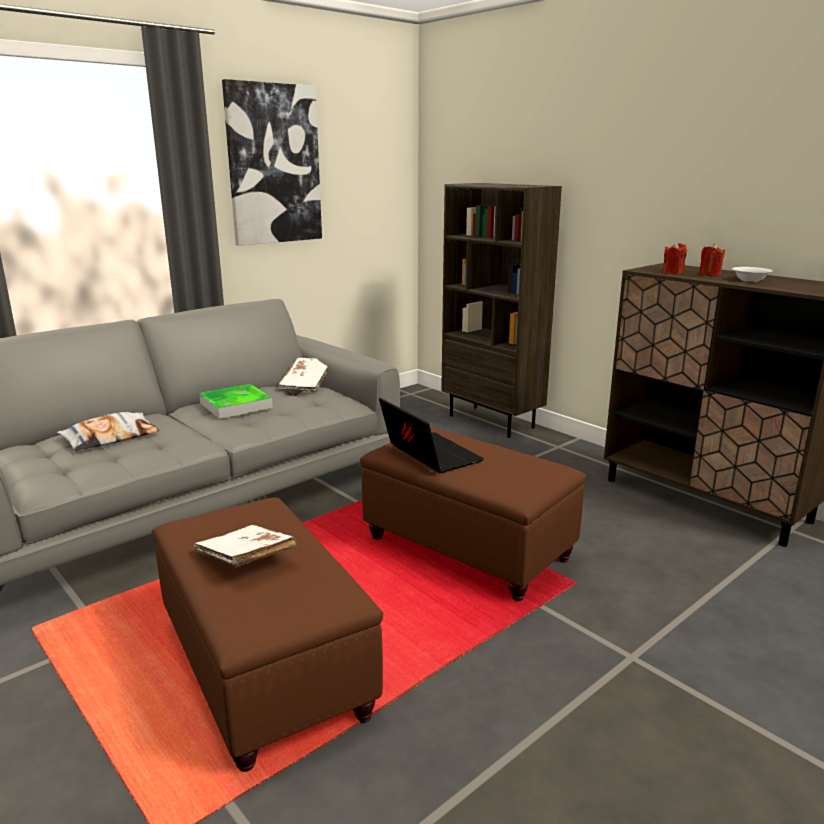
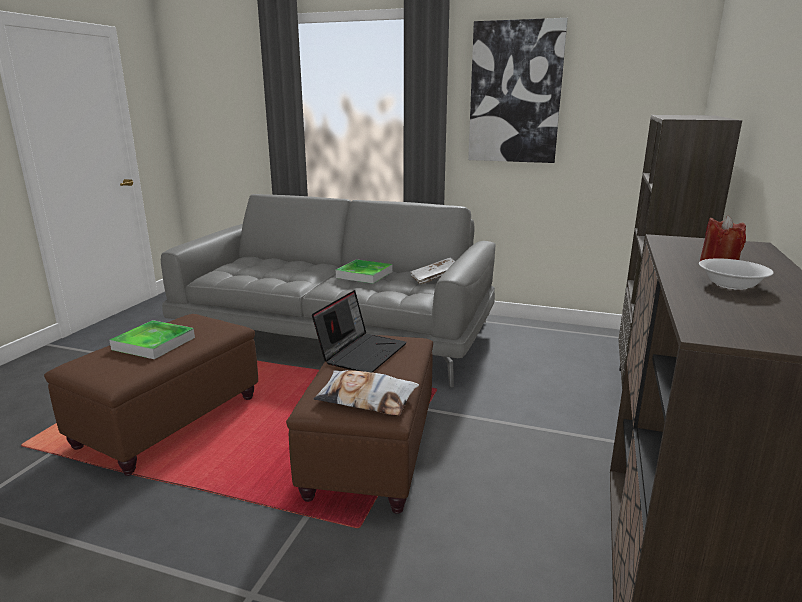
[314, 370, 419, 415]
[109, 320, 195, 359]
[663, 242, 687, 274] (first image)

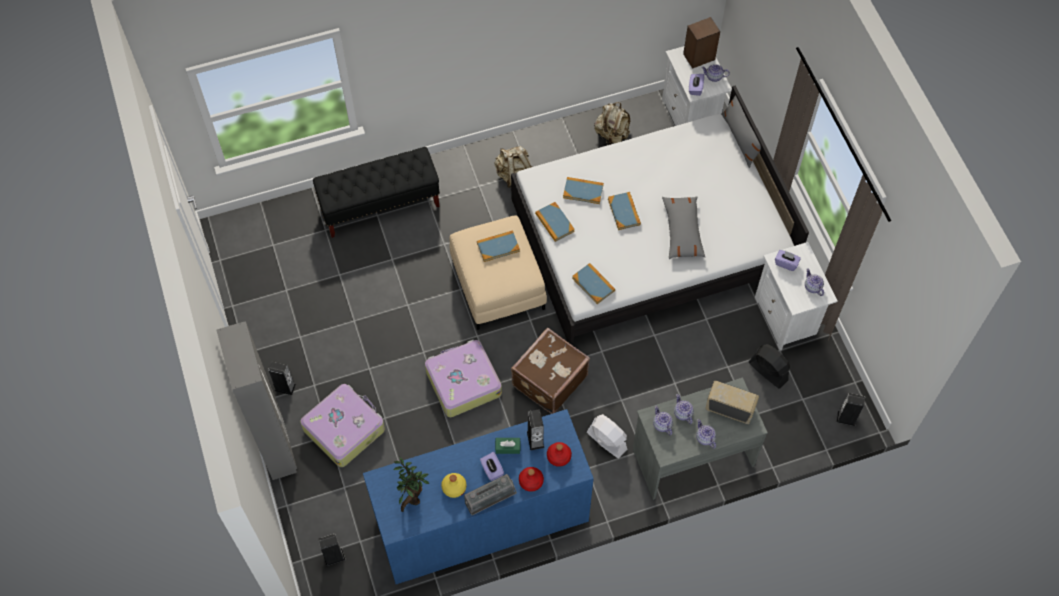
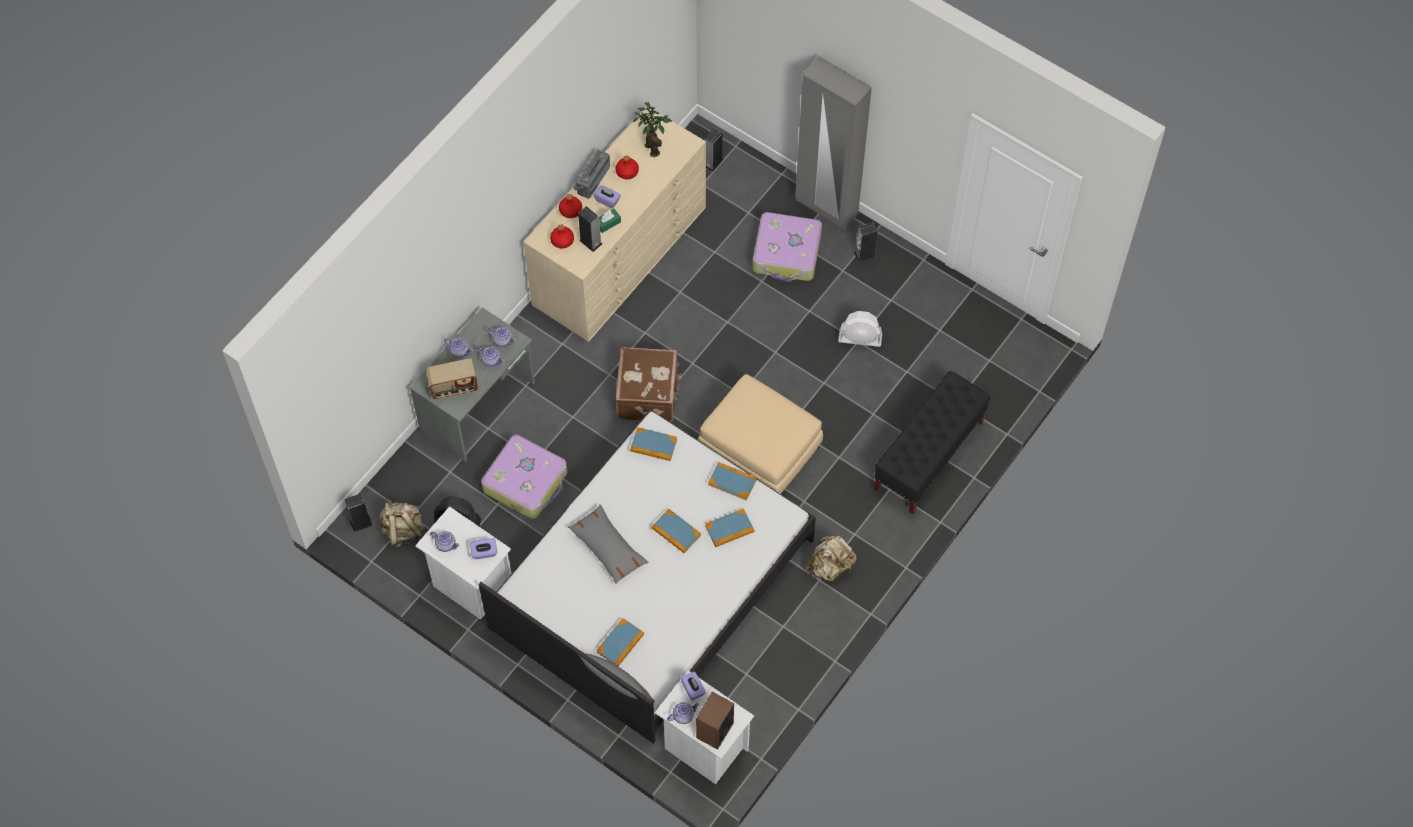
[524, 106, 706, 342]
[481, 435, 567, 519]
[615, 155, 639, 179]
[596, 618, 644, 666]
[838, 311, 882, 347]
[379, 500, 427, 547]

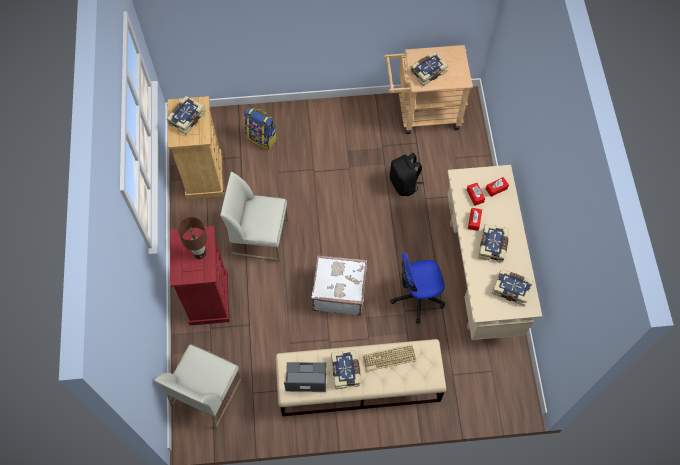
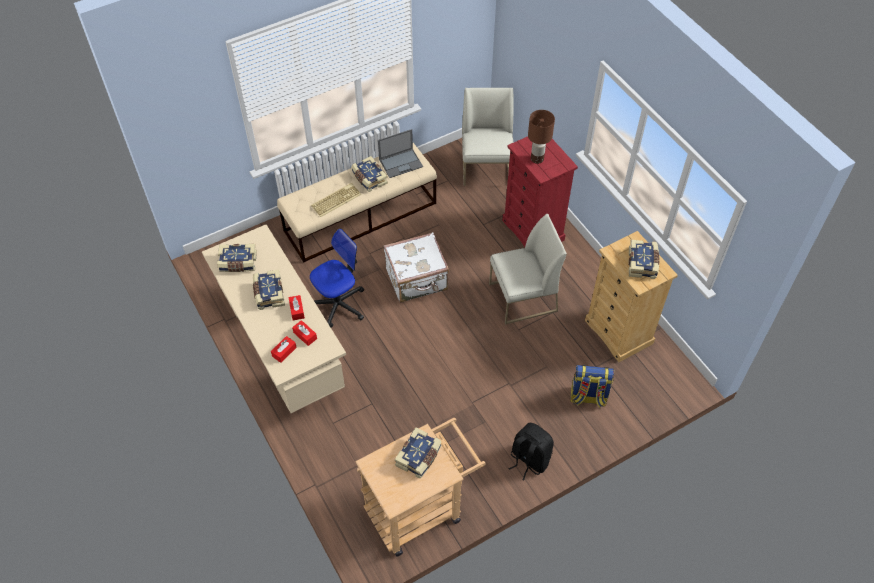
[509, 423, 554, 480]

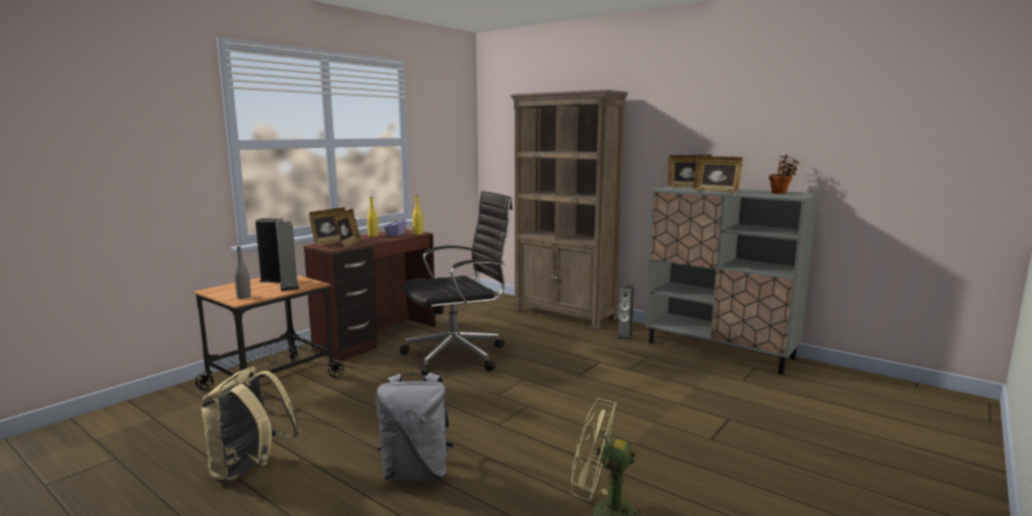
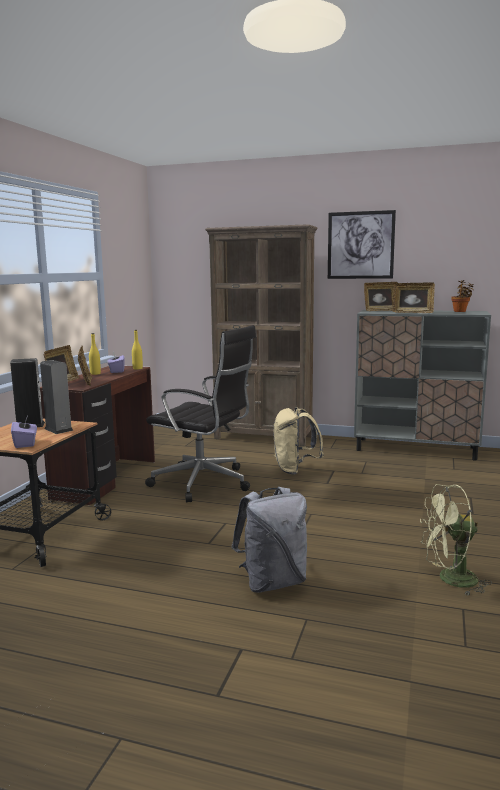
[274, 407, 324, 475]
[11, 416, 37, 448]
[145, 325, 256, 503]
[617, 284, 634, 340] (first image)
[328, 210, 396, 279]

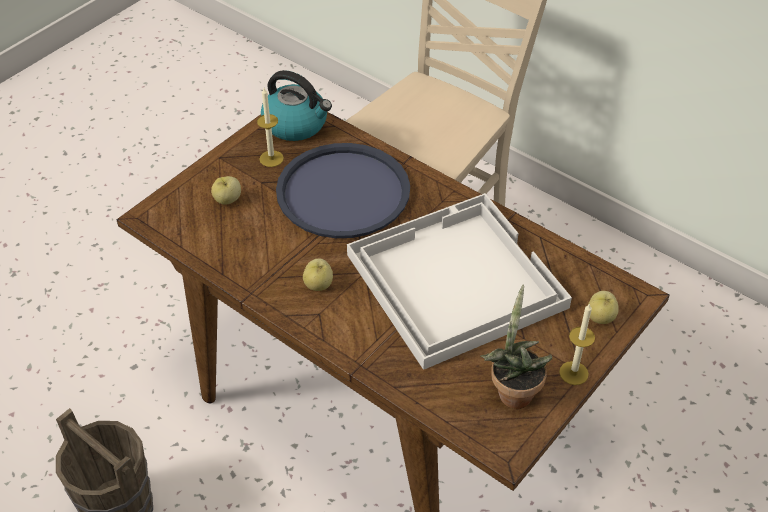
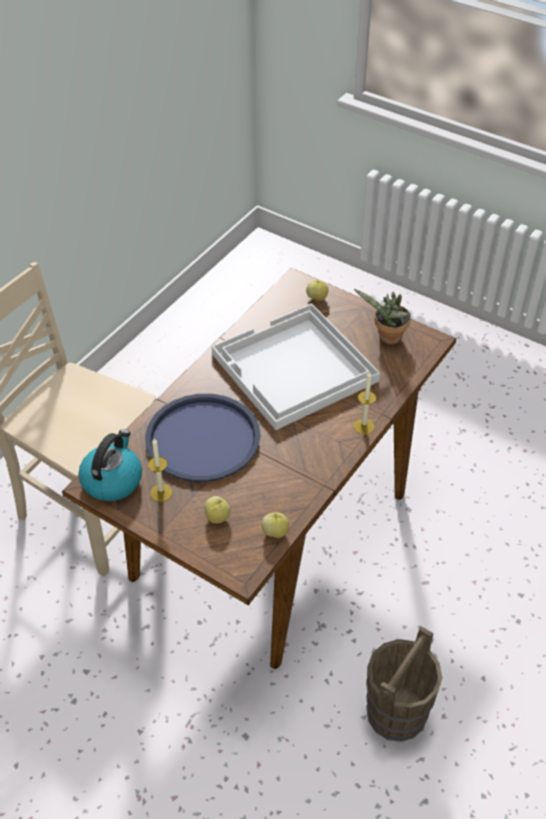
[261, 512, 289, 538]
[354, 372, 376, 435]

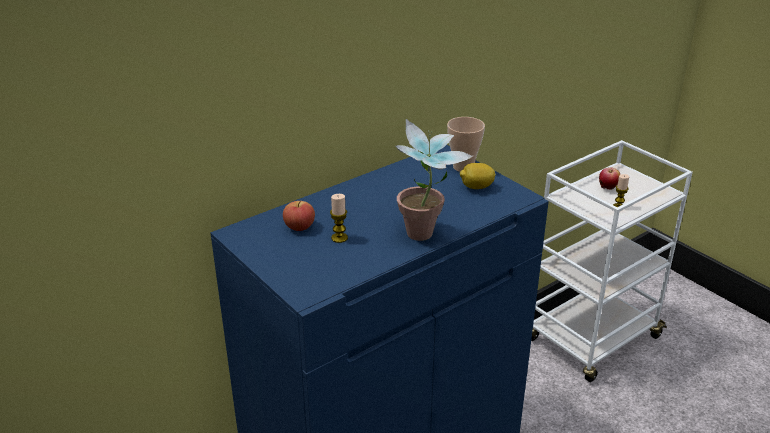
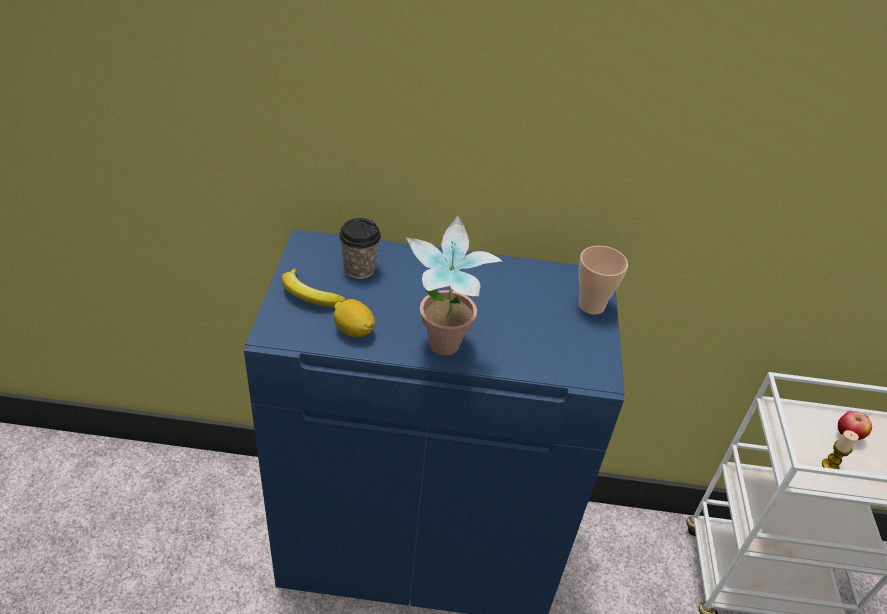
[339, 218, 381, 279]
[330, 194, 348, 243] (first image)
[334, 299, 375, 337]
[282, 268, 346, 307]

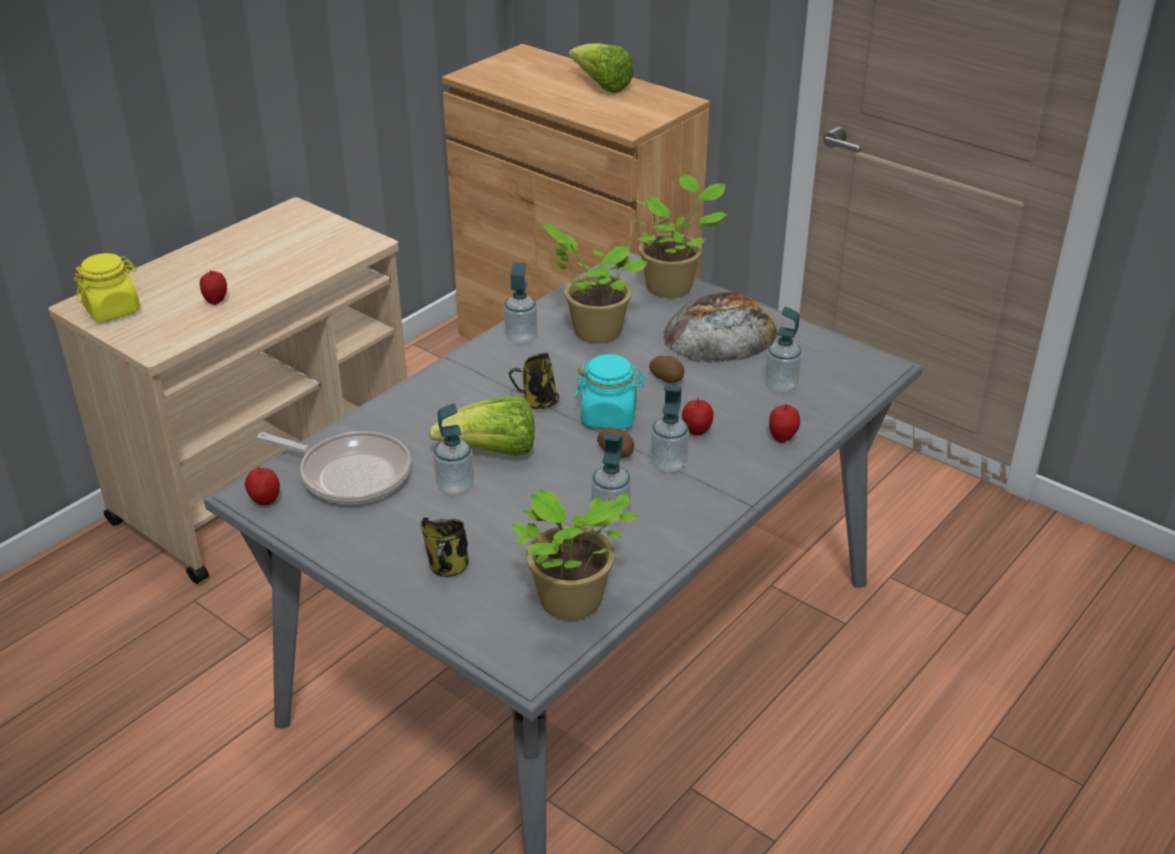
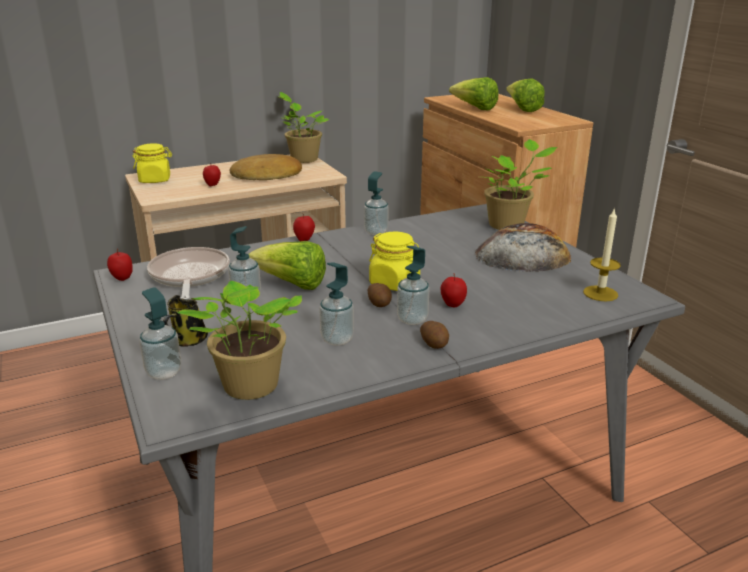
[147, 247, 230, 299]
[509, 353, 559, 409] (first image)
[279, 92, 330, 163]
[369, 232, 420, 291]
[420, 321, 449, 349]
[139, 287, 181, 380]
[293, 213, 315, 241]
[230, 154, 302, 180]
[449, 77, 498, 110]
[583, 207, 621, 301]

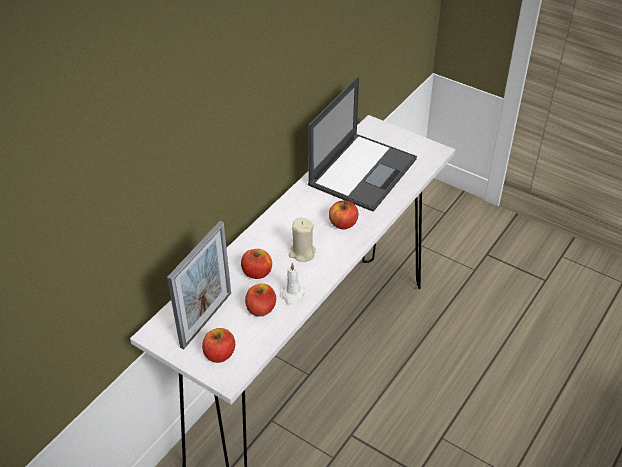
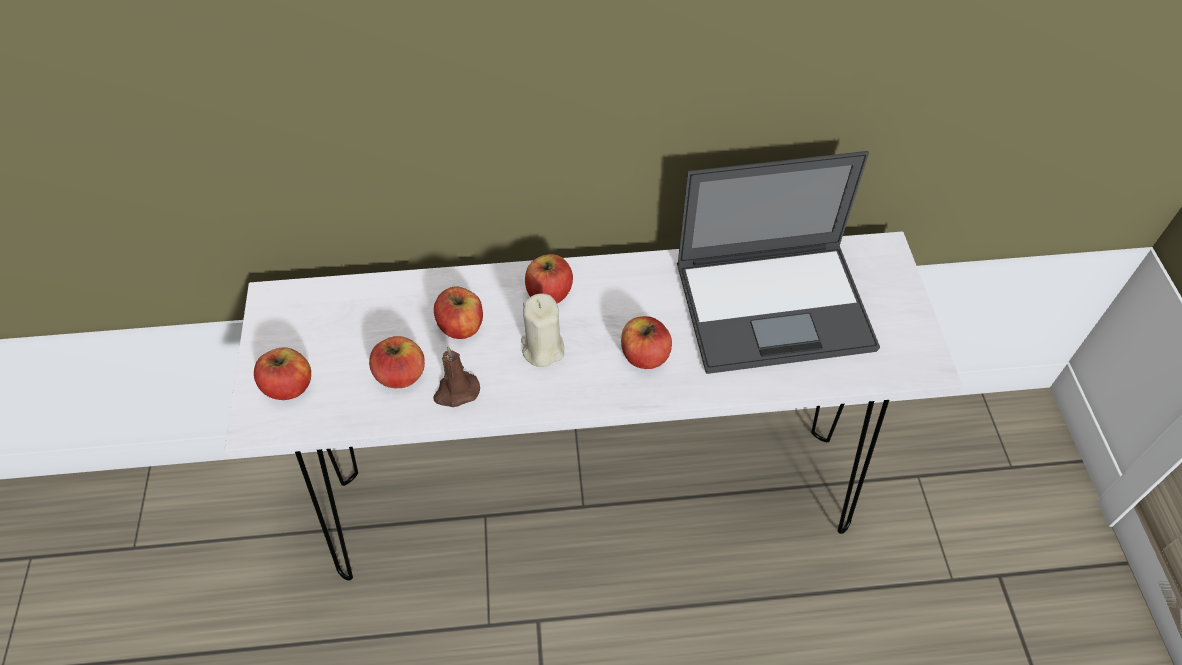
[167, 221, 231, 349] (first image)
[433, 347, 480, 407]
[525, 254, 573, 304]

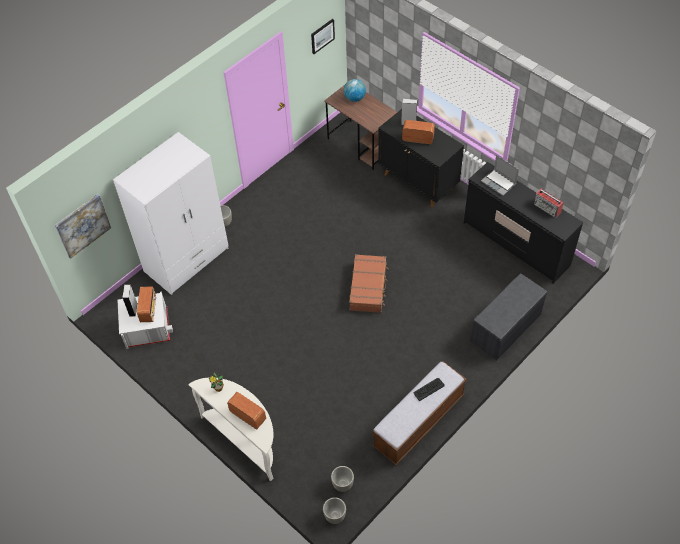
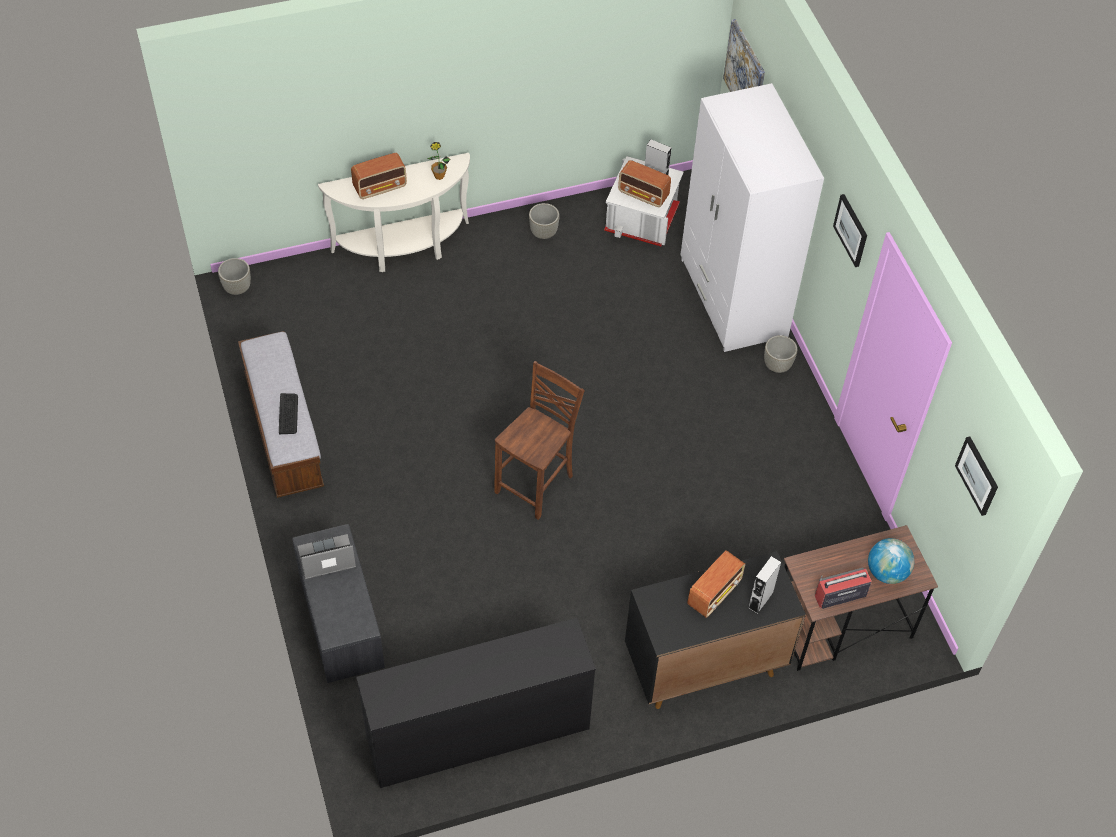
[529, 203, 560, 239]
[494, 361, 585, 520]
[297, 534, 356, 579]
[815, 568, 872, 609]
[833, 194, 867, 267]

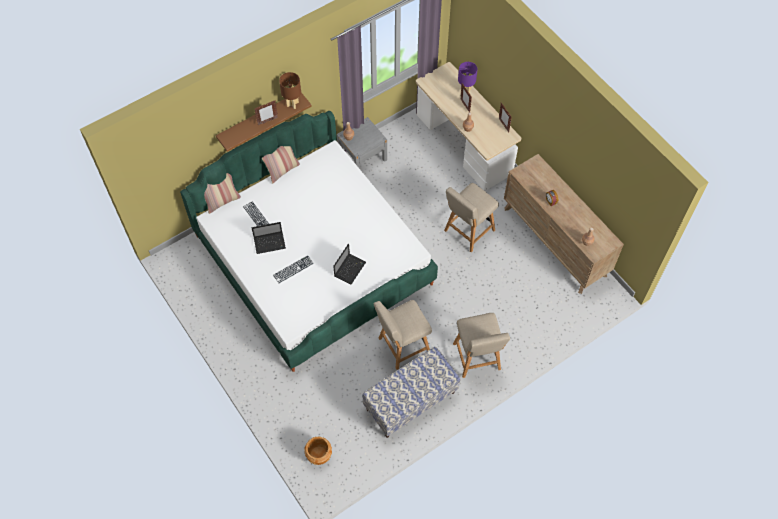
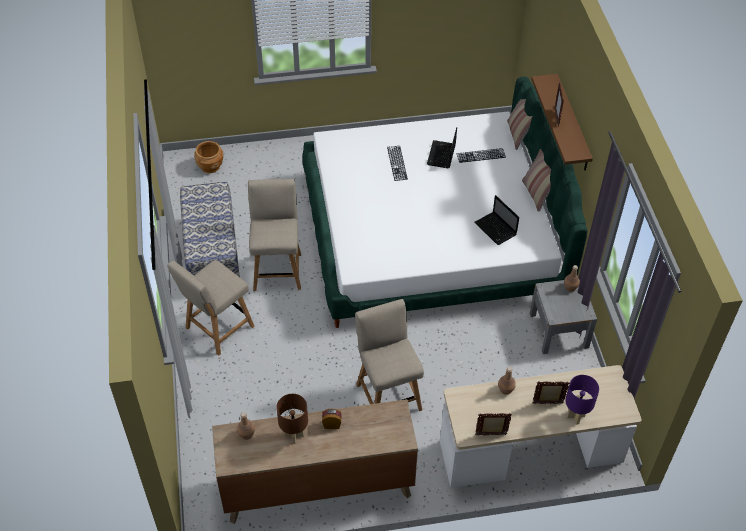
[277, 394, 308, 444]
[474, 195, 519, 245]
[167, 260, 255, 356]

